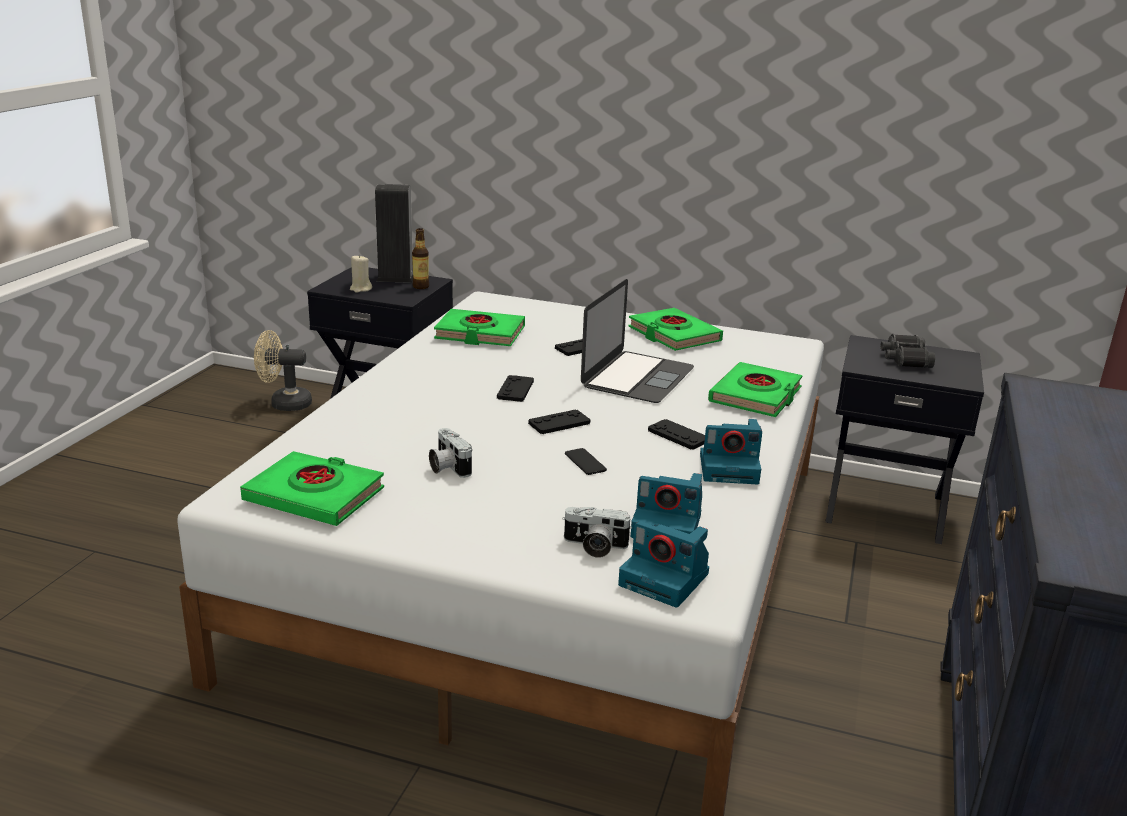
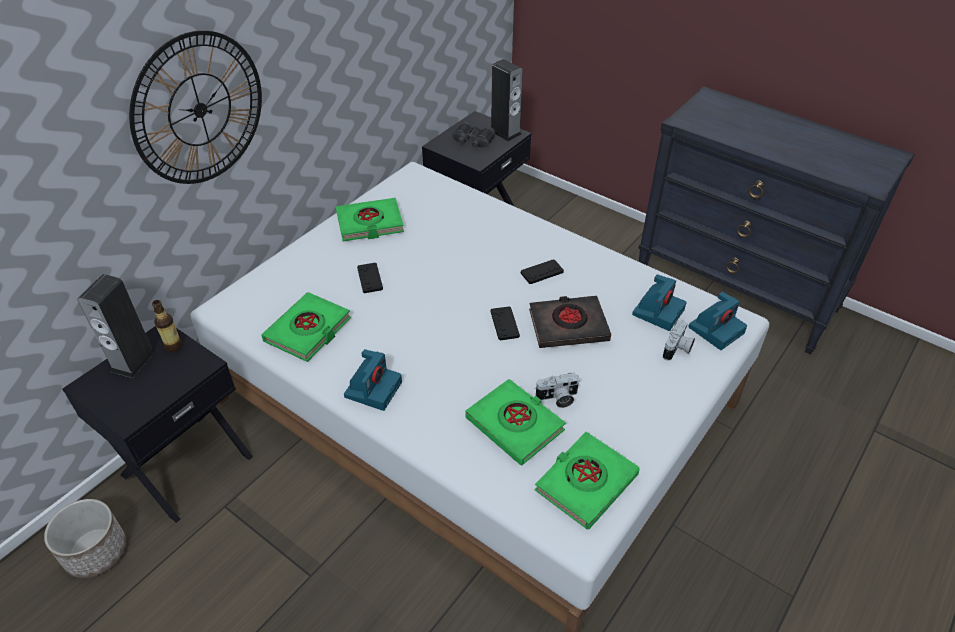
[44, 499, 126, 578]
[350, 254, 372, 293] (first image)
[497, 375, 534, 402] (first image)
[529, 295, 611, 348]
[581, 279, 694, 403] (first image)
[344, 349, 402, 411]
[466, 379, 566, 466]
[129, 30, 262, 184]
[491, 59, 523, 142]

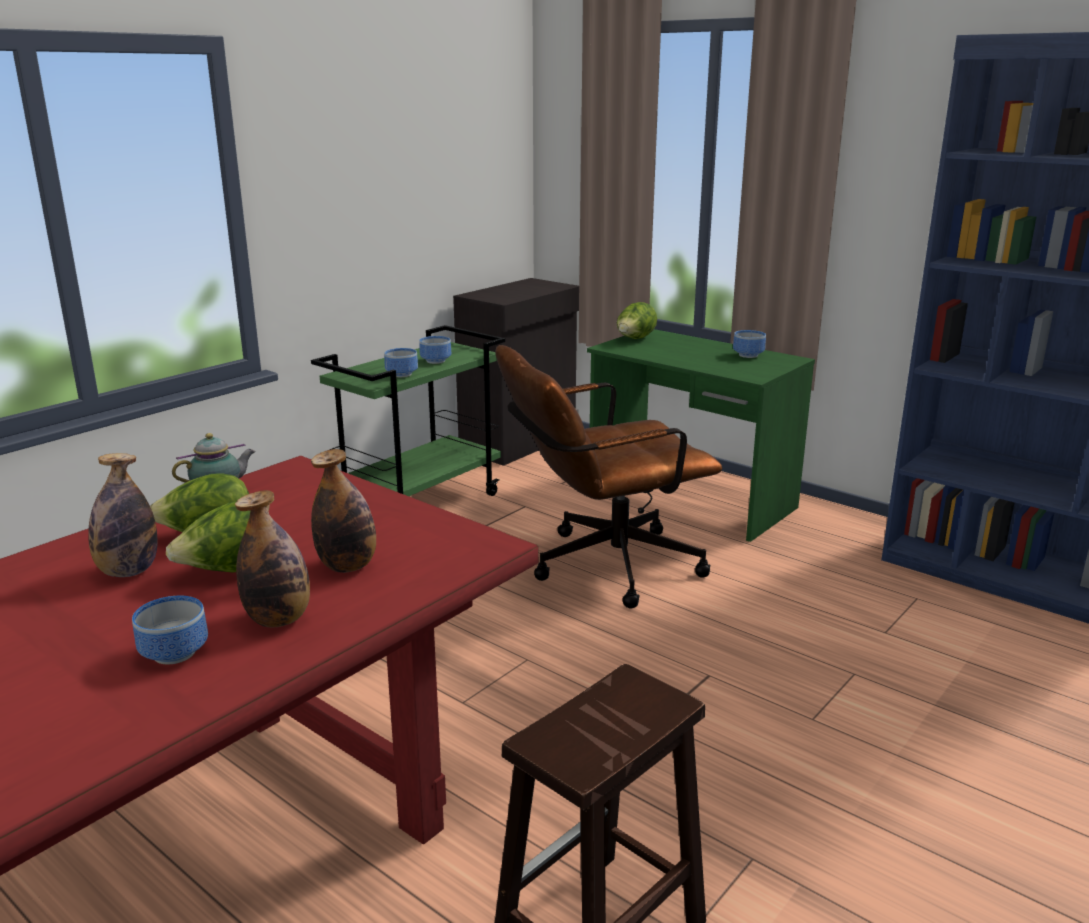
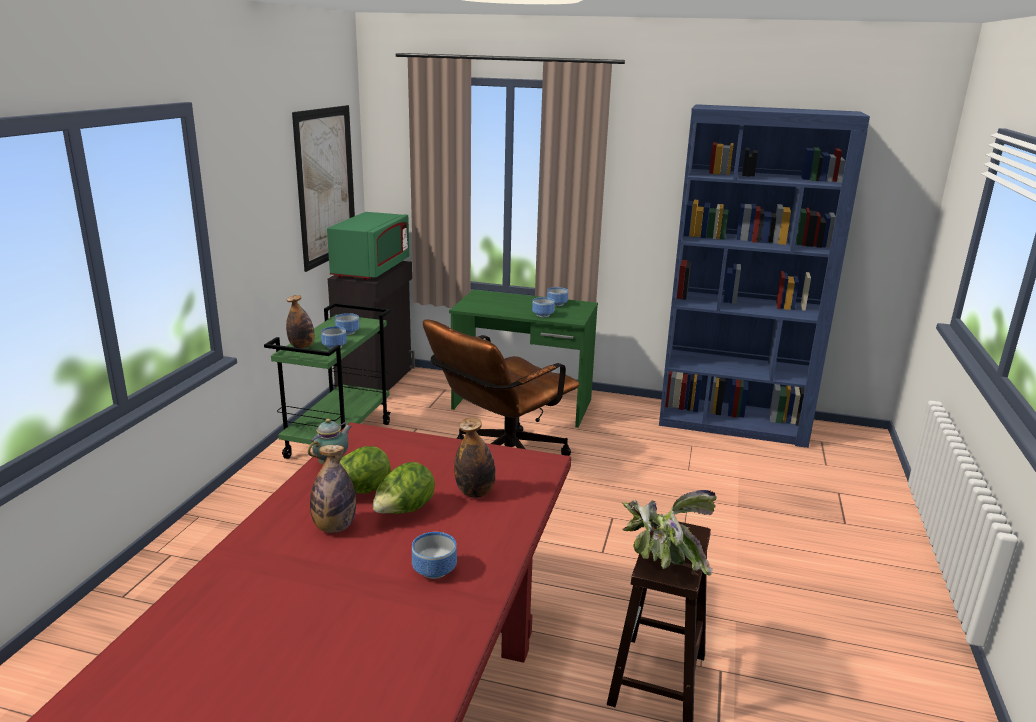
[286, 295, 315, 348]
[617, 302, 657, 339] (first image)
[292, 105, 355, 272]
[327, 212, 409, 280]
[532, 297, 555, 317]
[622, 490, 717, 575]

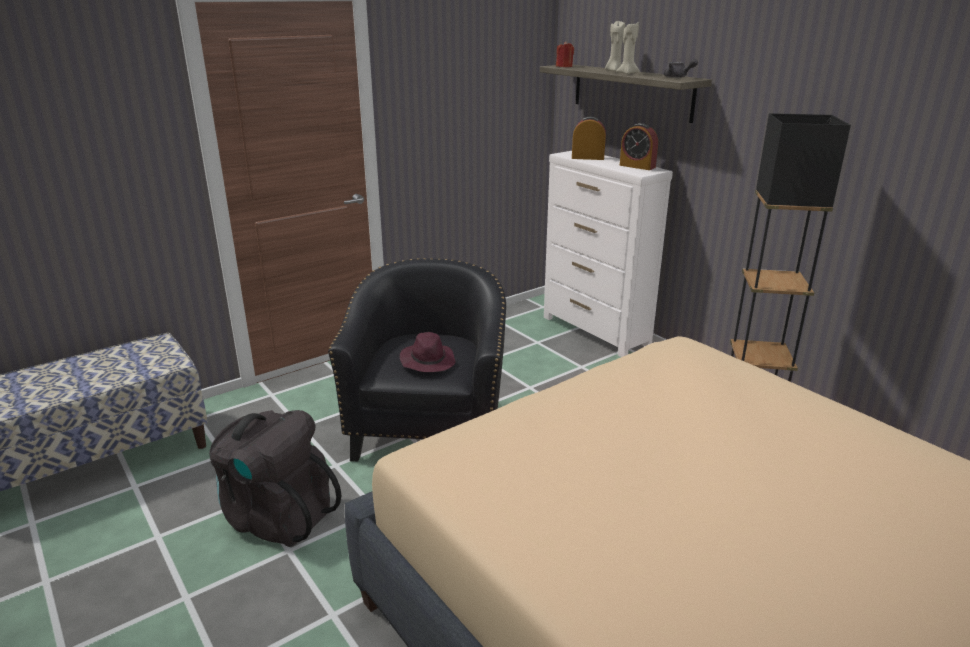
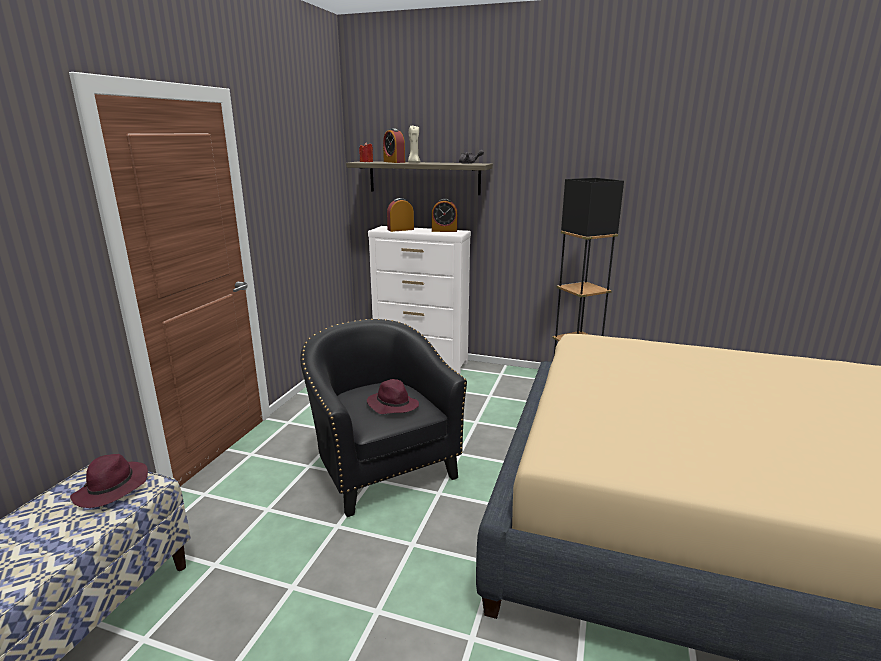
[209, 410, 342, 547] (first image)
[616, 22, 640, 74] (first image)
[70, 454, 148, 508]
[383, 129, 405, 163]

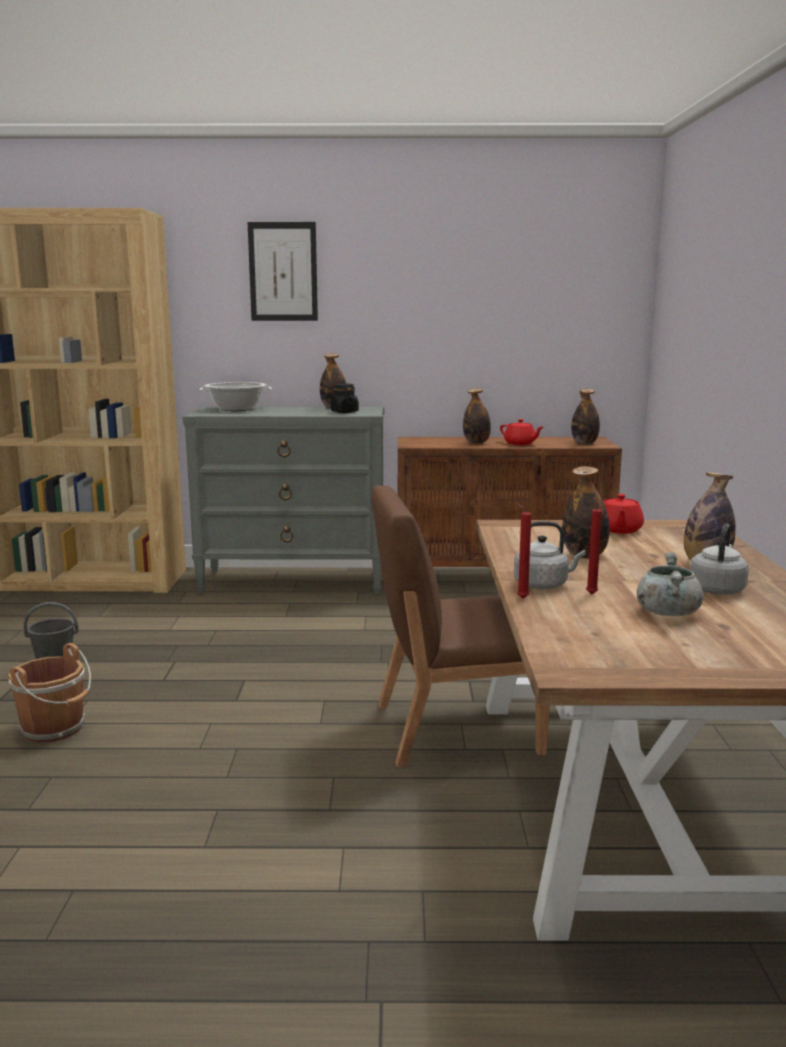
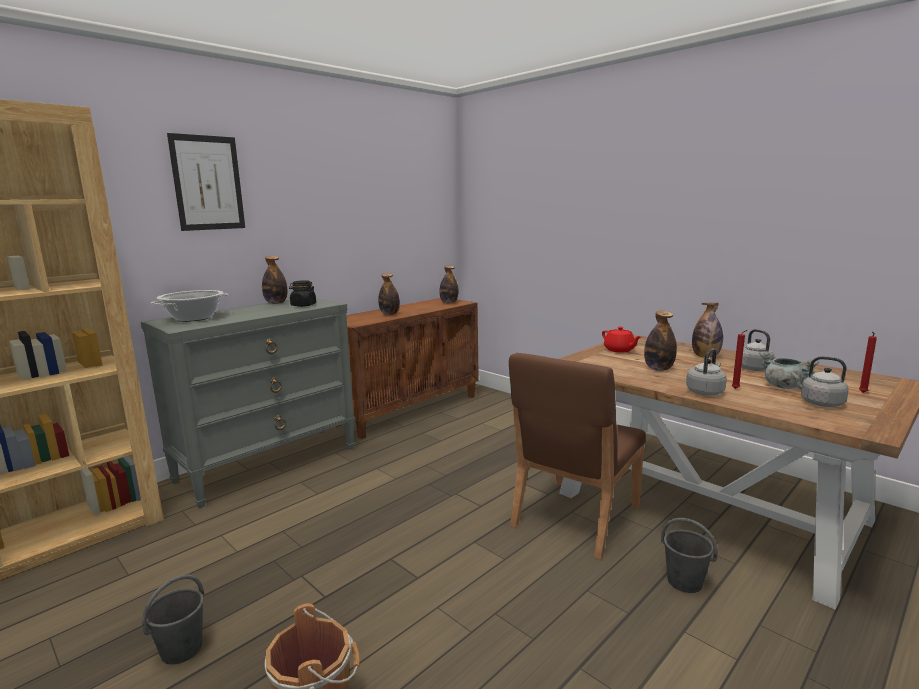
[500, 419, 543, 445] (first image)
[859, 331, 877, 393]
[661, 518, 718, 593]
[792, 356, 849, 407]

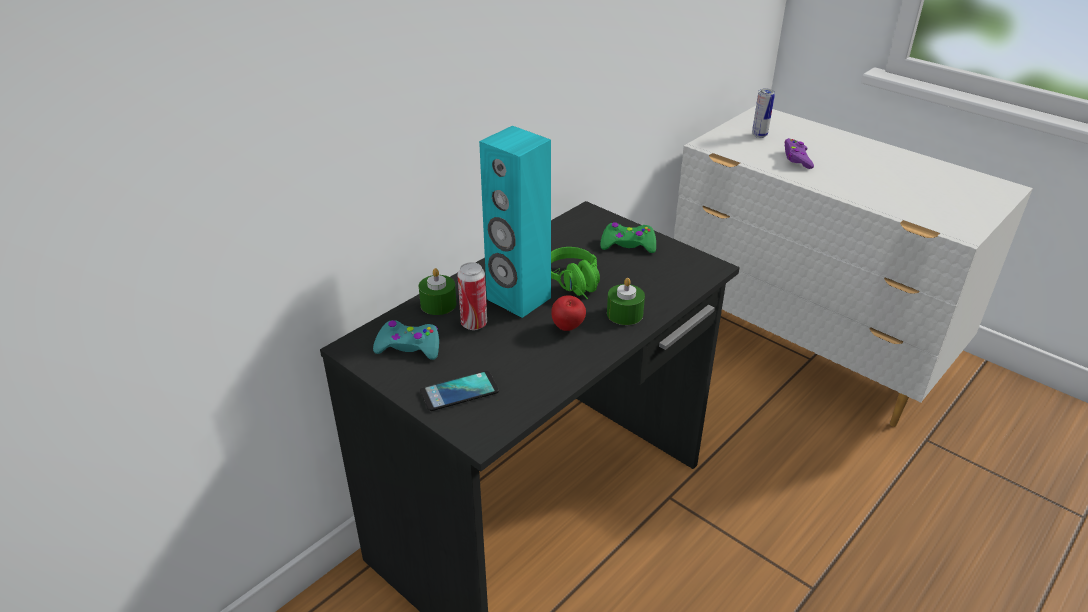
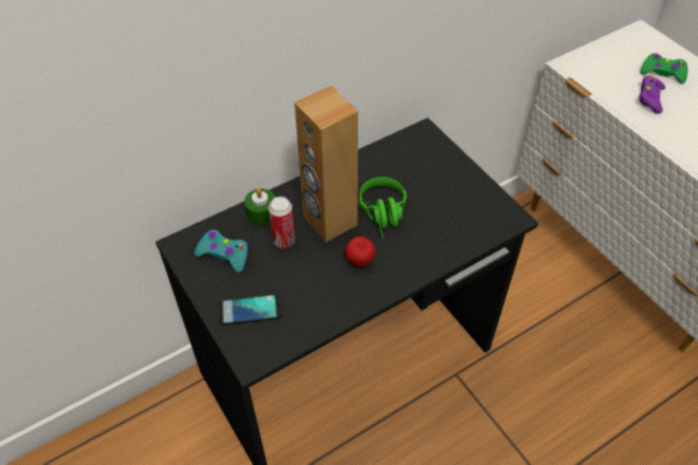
[294, 86, 358, 242]
[640, 53, 688, 84]
[607, 278, 645, 325] (first image)
[752, 89, 775, 138] (first image)

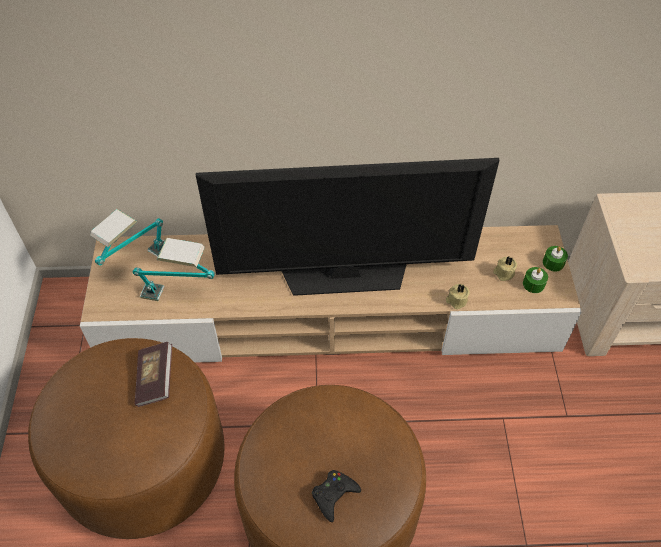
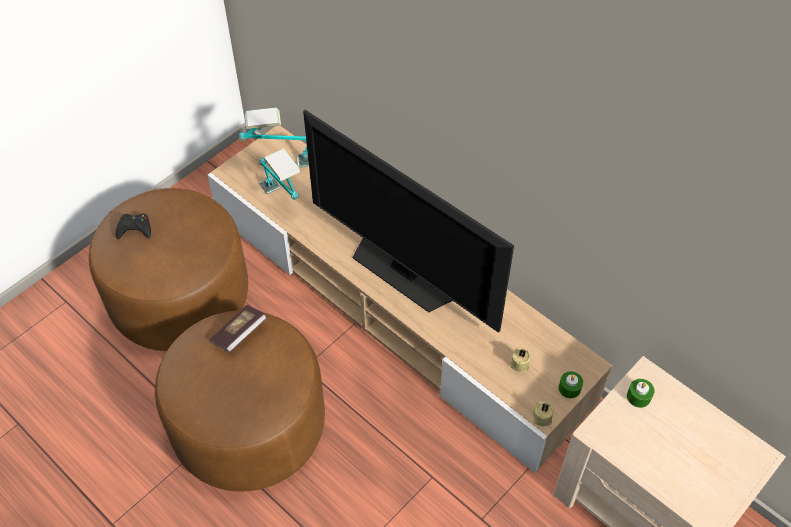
[210, 305, 268, 353]
[116, 213, 151, 239]
[532, 402, 554, 426]
[627, 379, 654, 408]

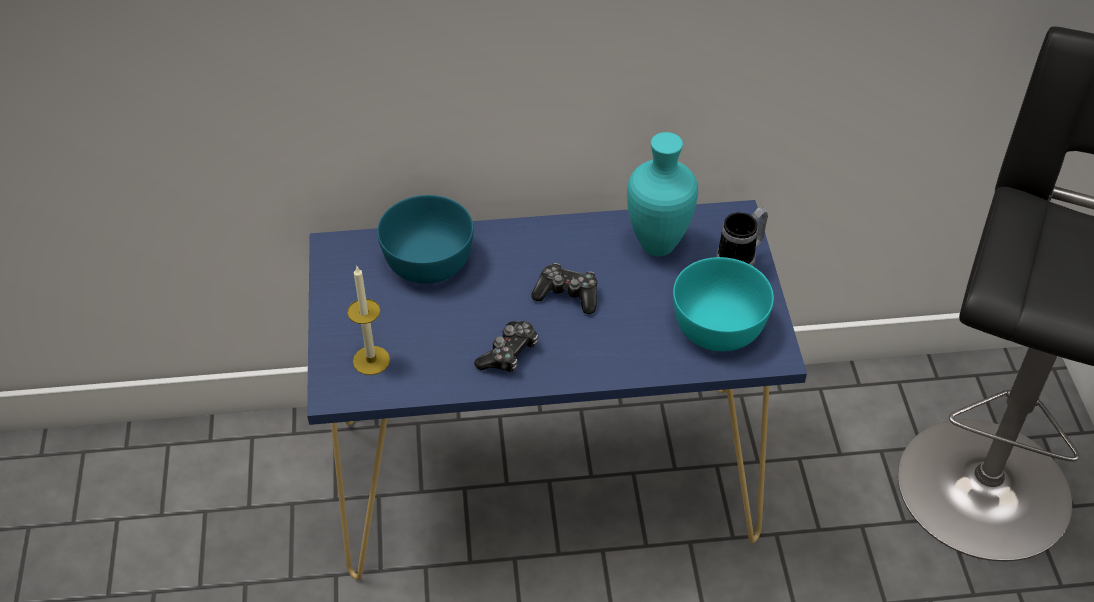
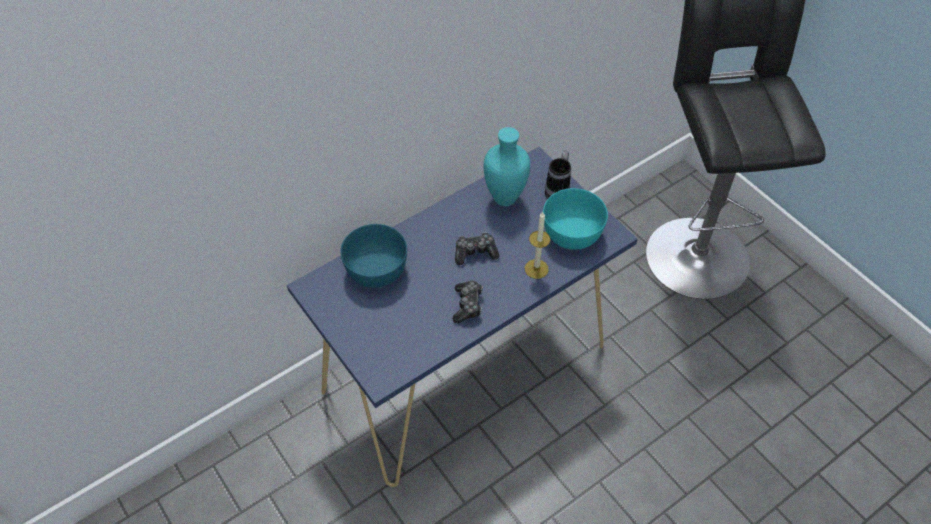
[525, 212, 550, 279]

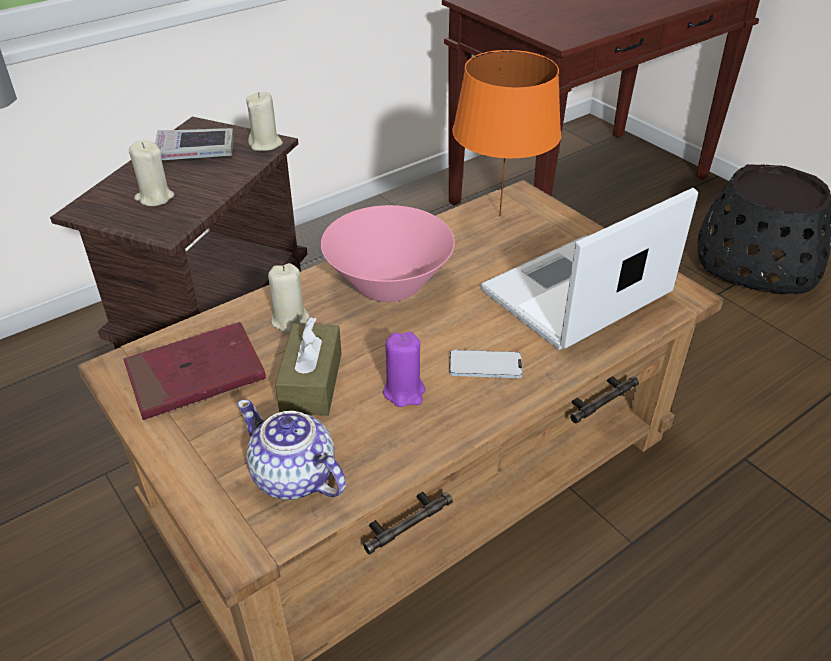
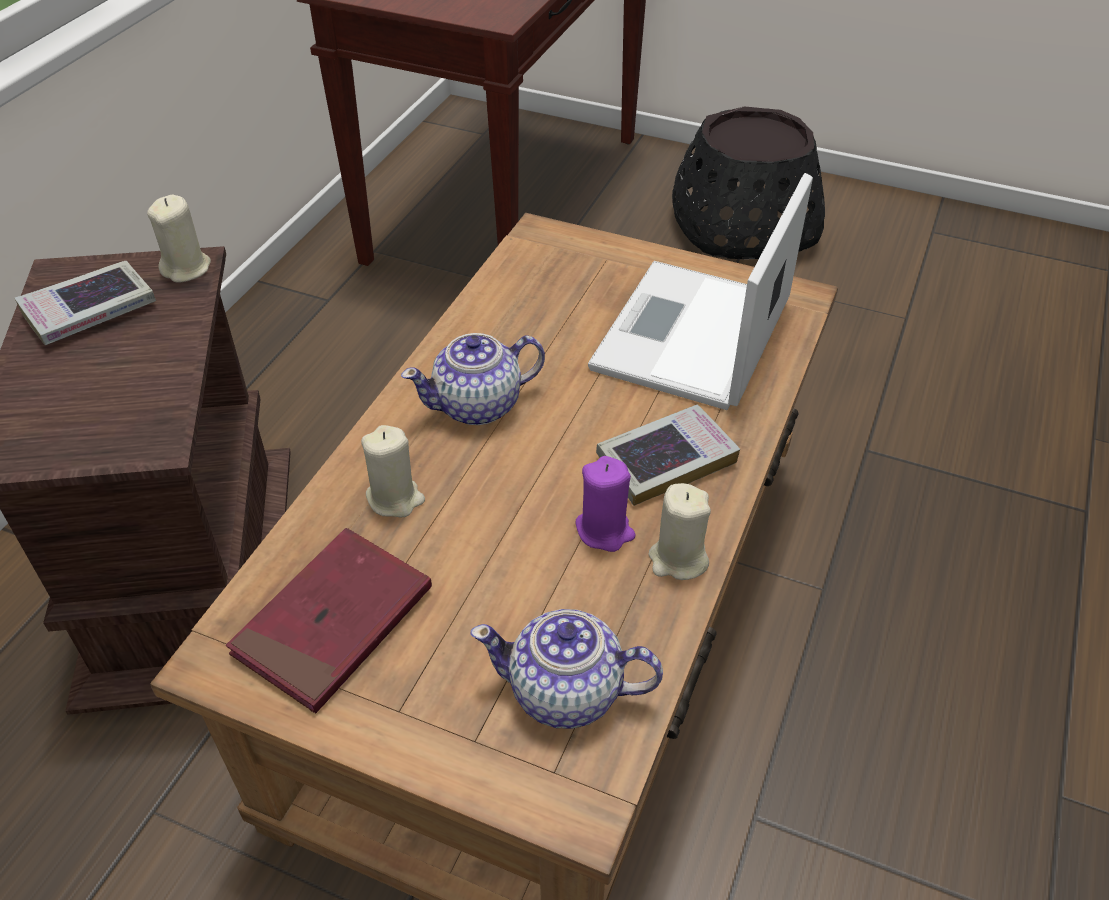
[648, 483, 711, 580]
[275, 317, 342, 416] (first image)
[401, 333, 545, 425]
[596, 405, 740, 506]
[452, 50, 561, 216] (first image)

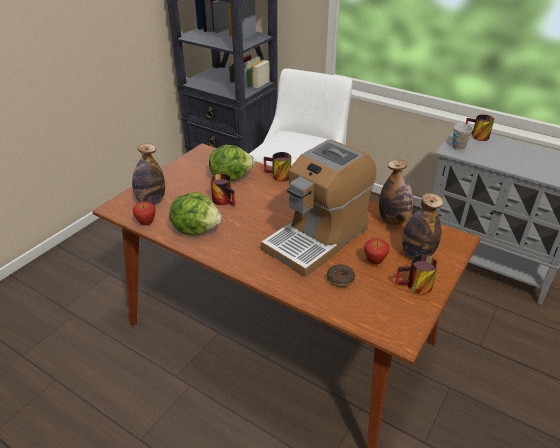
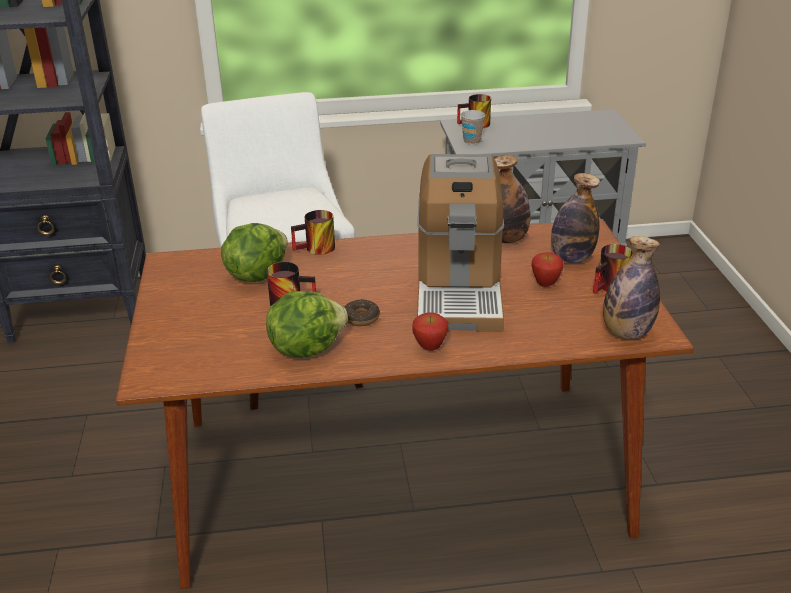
[603, 236, 660, 339]
[412, 312, 449, 351]
[344, 300, 380, 326]

